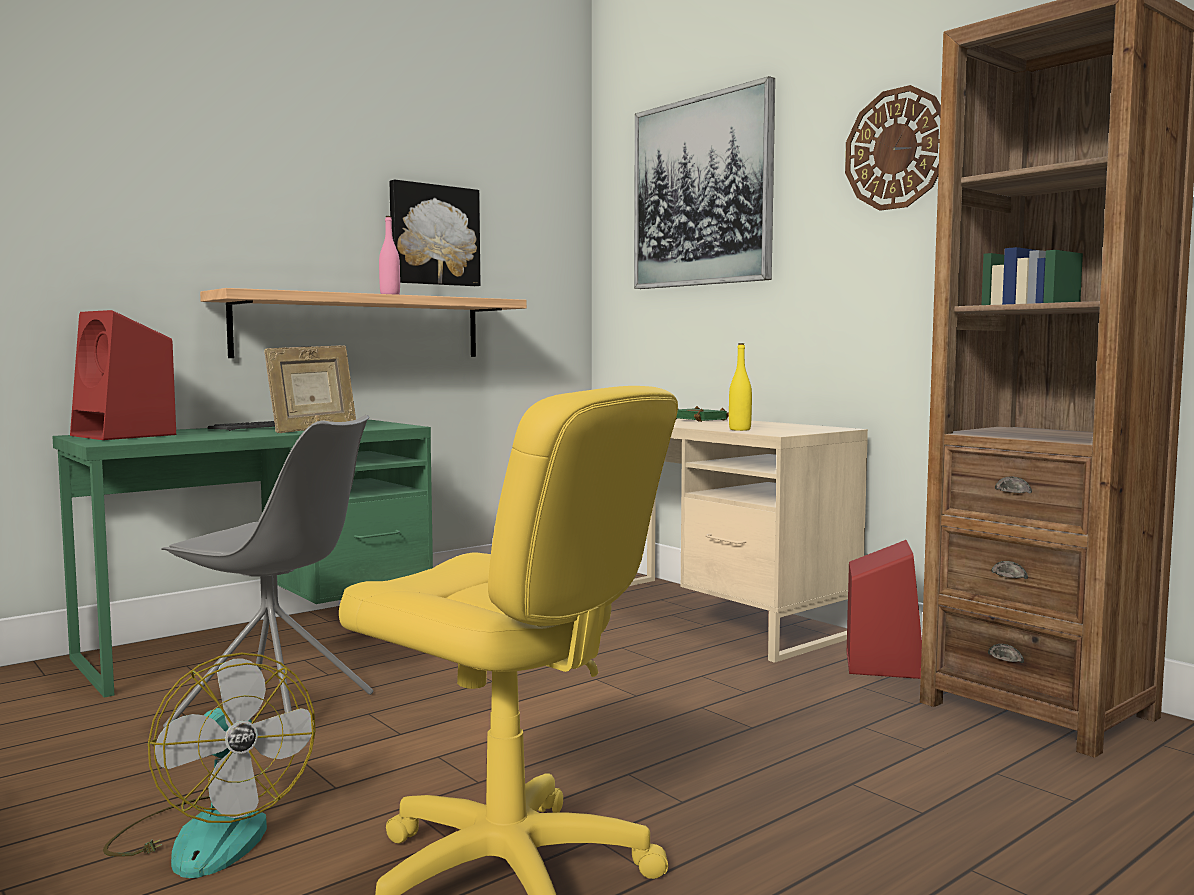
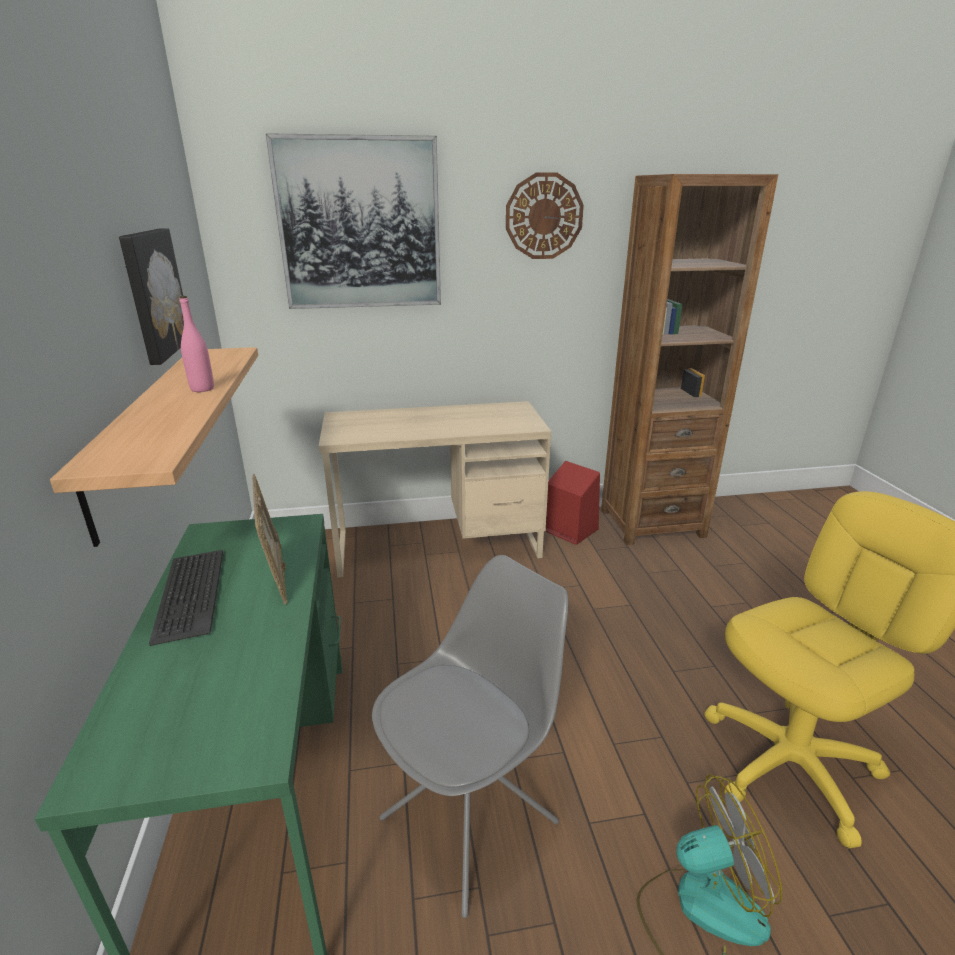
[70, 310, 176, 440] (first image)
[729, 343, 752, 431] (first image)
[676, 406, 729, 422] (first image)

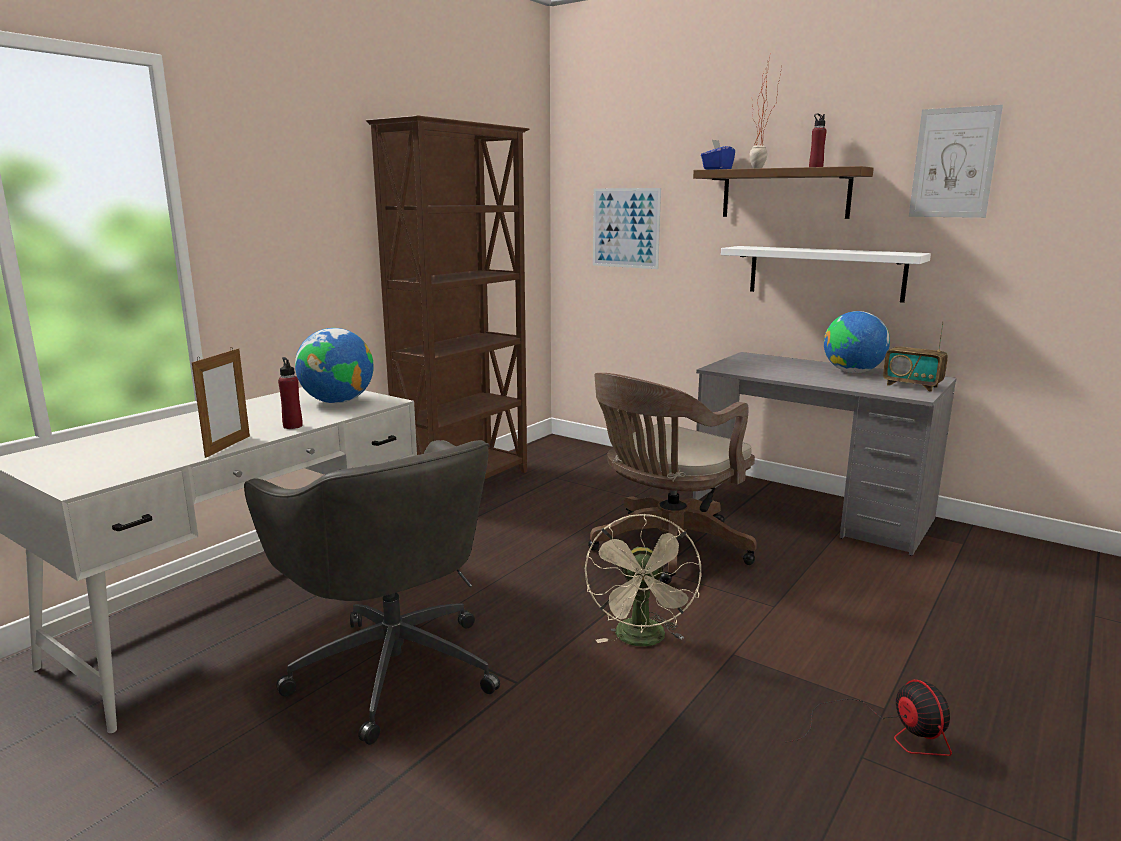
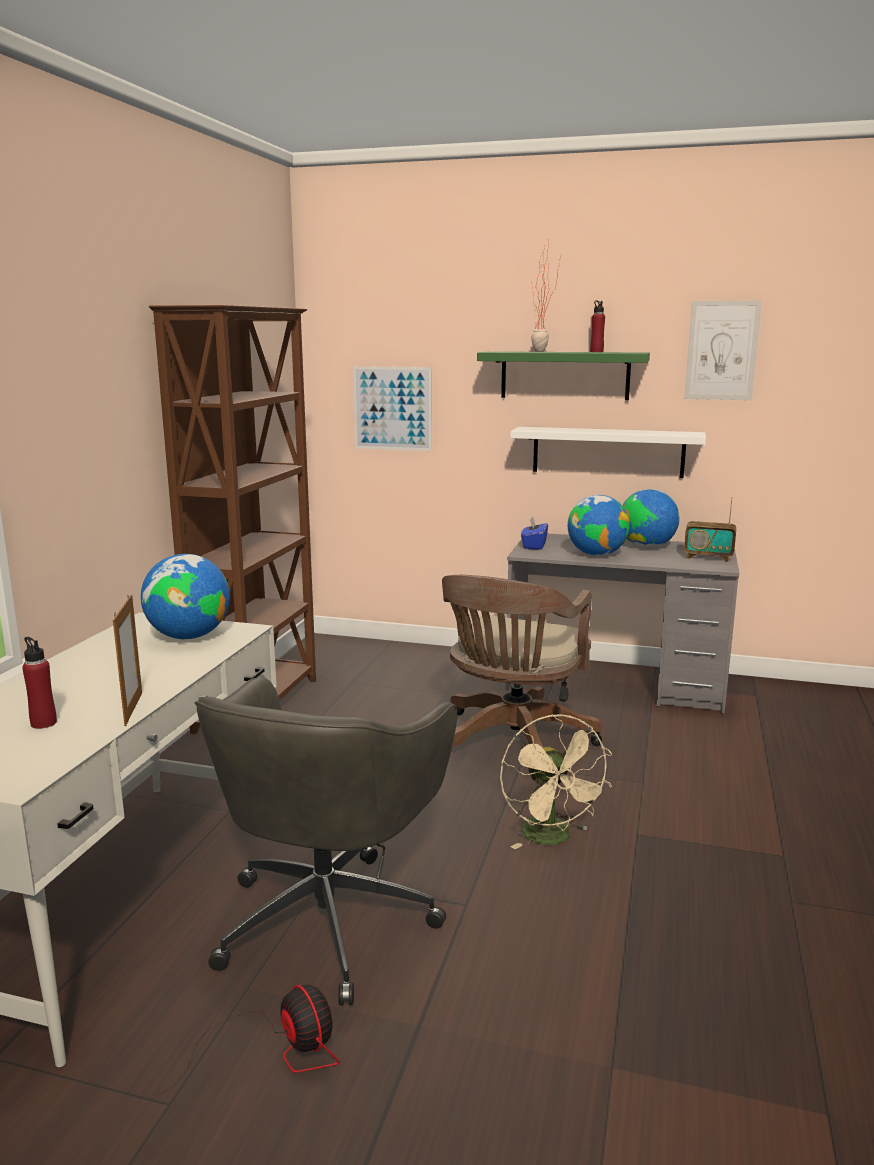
[521, 517, 548, 550]
[477, 351, 650, 400]
[22, 637, 57, 729]
[195, 678, 457, 1005]
[150, 984, 340, 1098]
[568, 495, 629, 556]

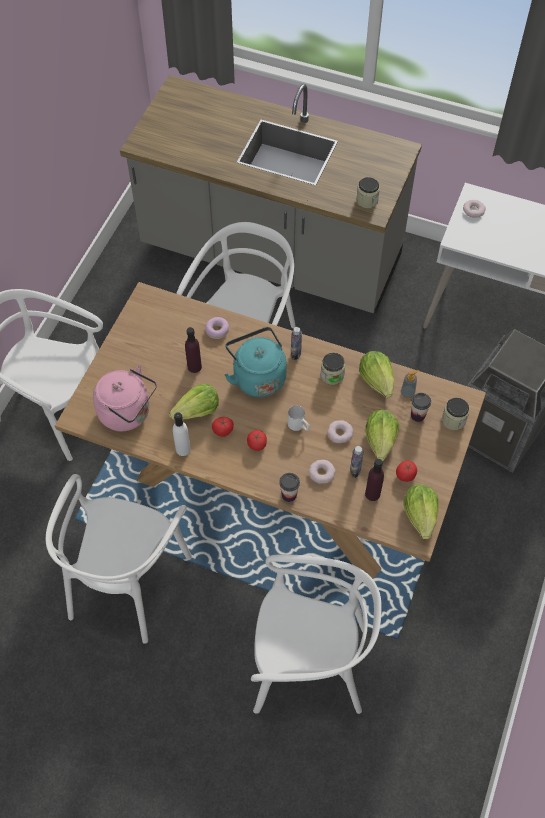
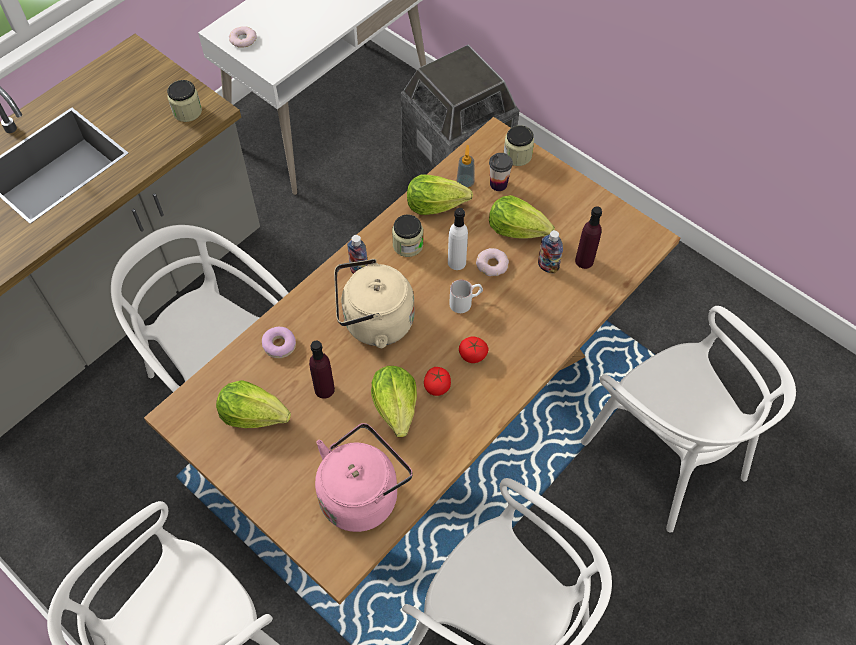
[334, 259, 414, 348]
[448, 208, 468, 270]
[309, 460, 336, 484] (first image)
[396, 461, 417, 482] (first image)
[279, 473, 300, 502] (first image)
[216, 380, 291, 428]
[581, 306, 796, 533]

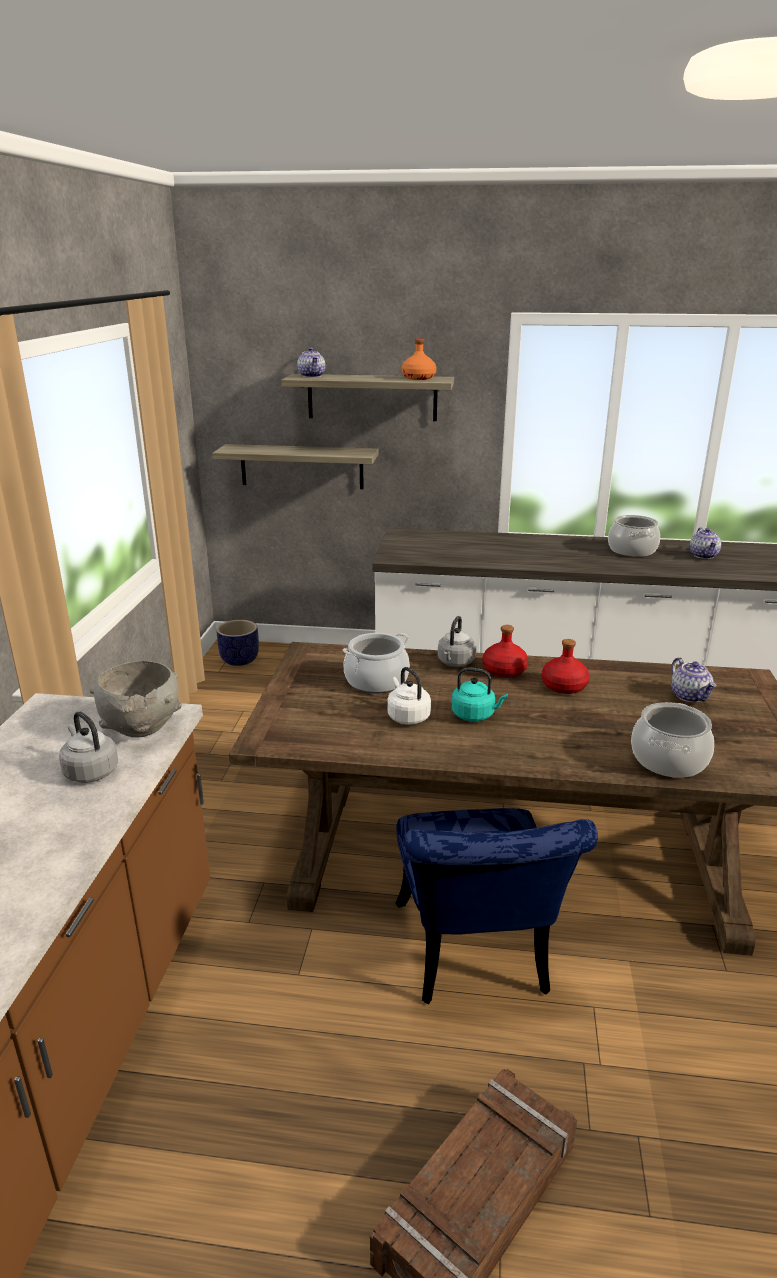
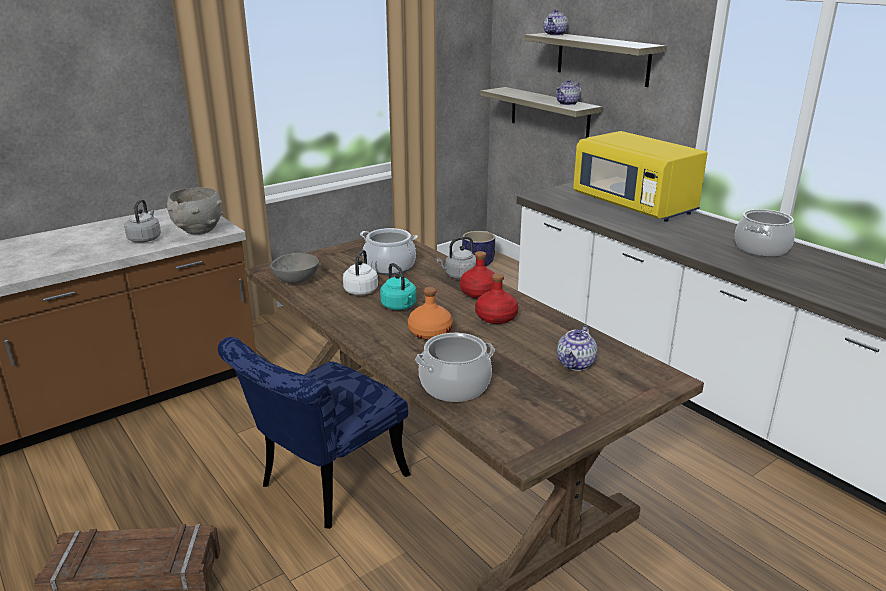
[408, 287, 453, 340]
[556, 79, 581, 105]
[573, 131, 708, 222]
[270, 253, 319, 284]

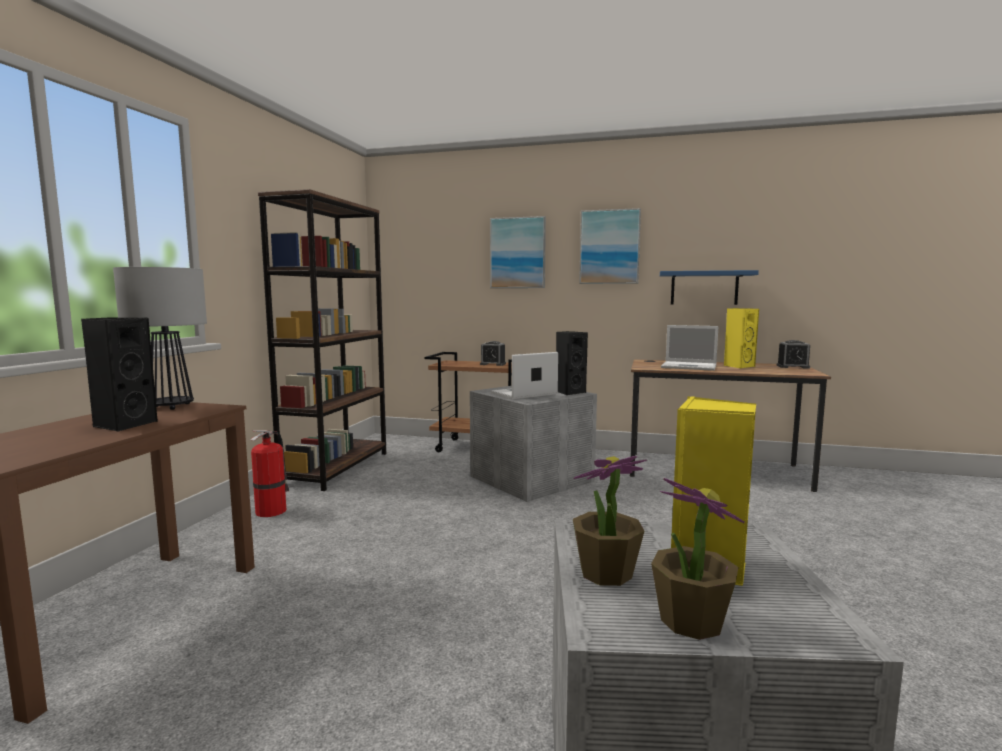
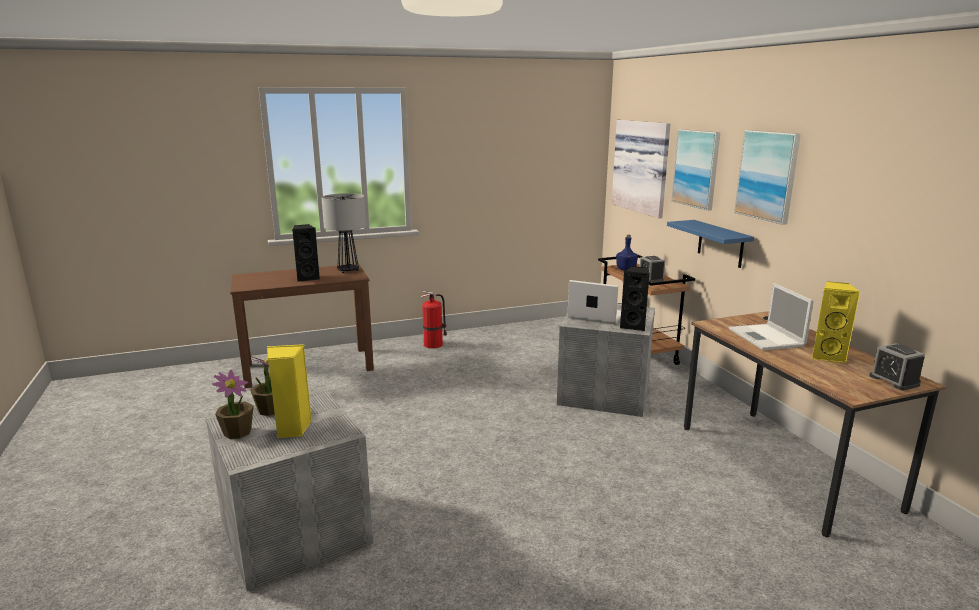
[258, 189, 386, 491] (first image)
[667, 220, 754, 268]
[612, 120, 671, 218]
[616, 235, 638, 271]

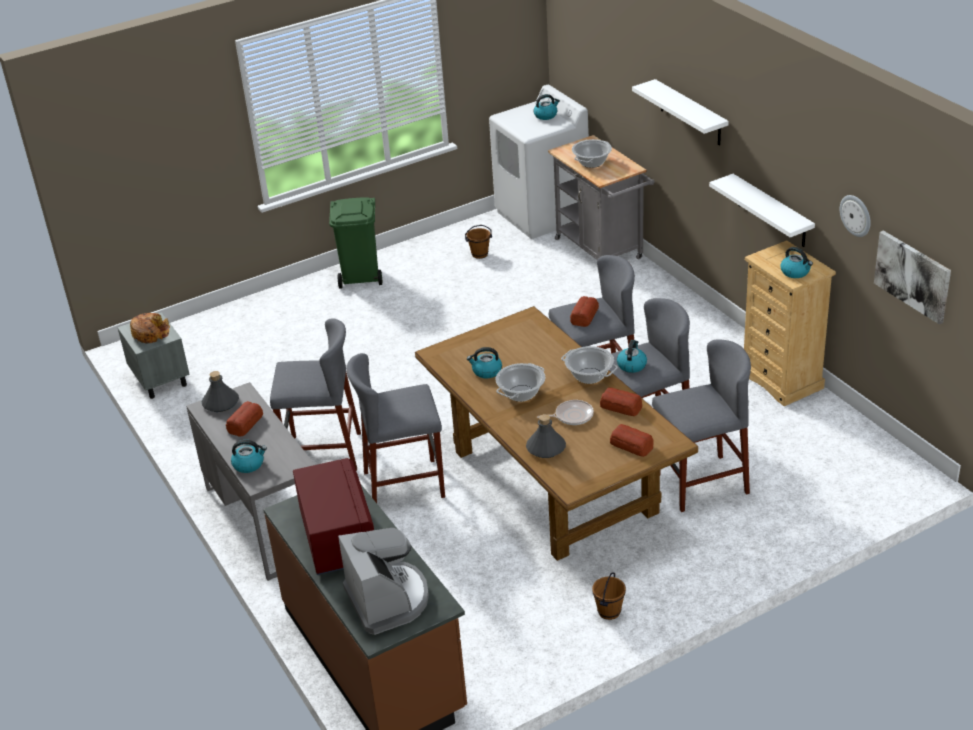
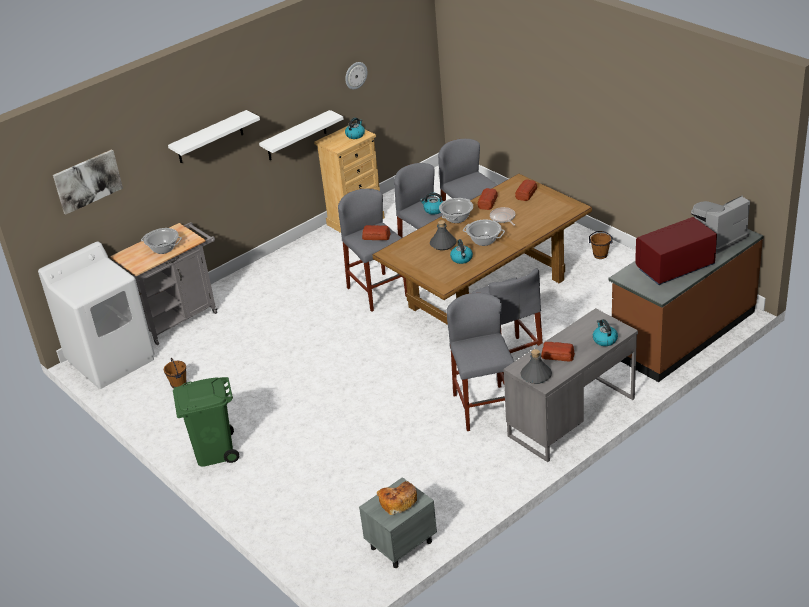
[534, 94, 560, 120] (first image)
[53, 149, 123, 215]
[430, 220, 457, 250]

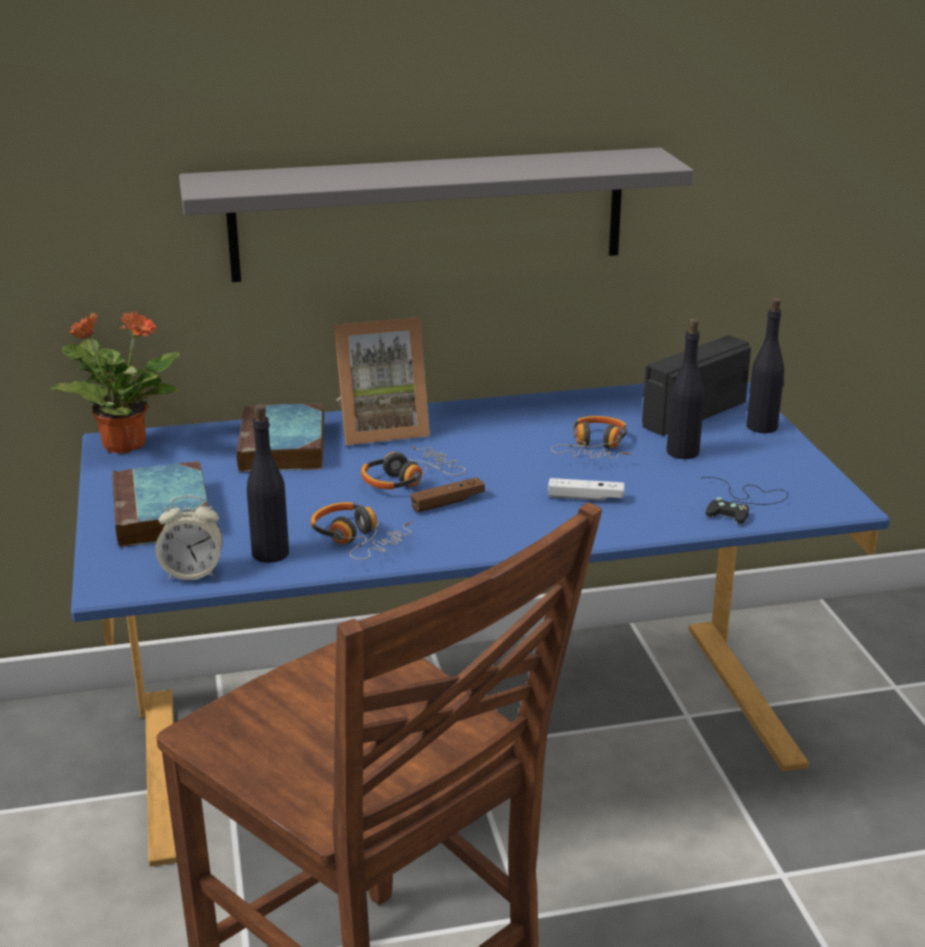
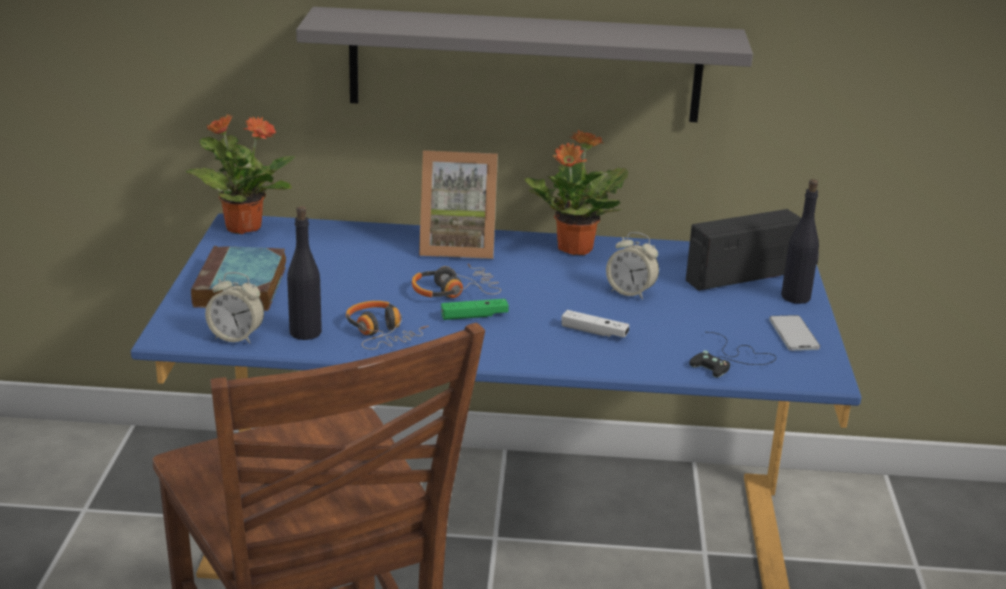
[666, 319, 704, 459] (first image)
[236, 403, 324, 472] (first image)
[606, 232, 659, 300]
[441, 299, 509, 320]
[524, 129, 628, 255]
[769, 315, 820, 351]

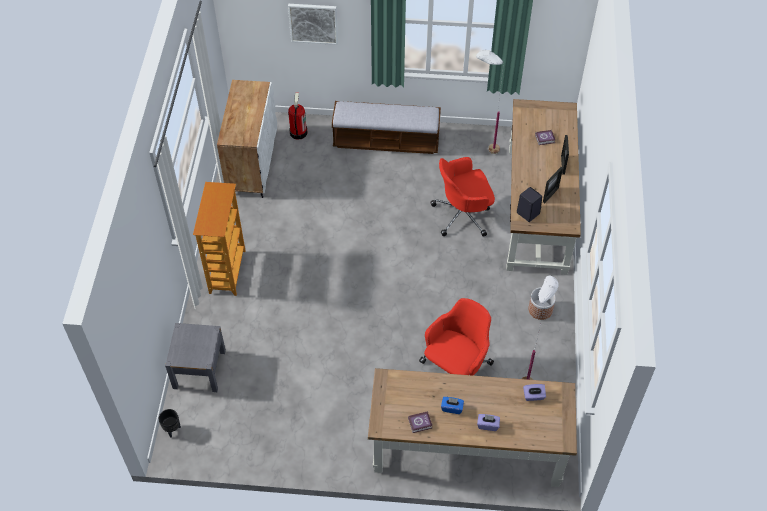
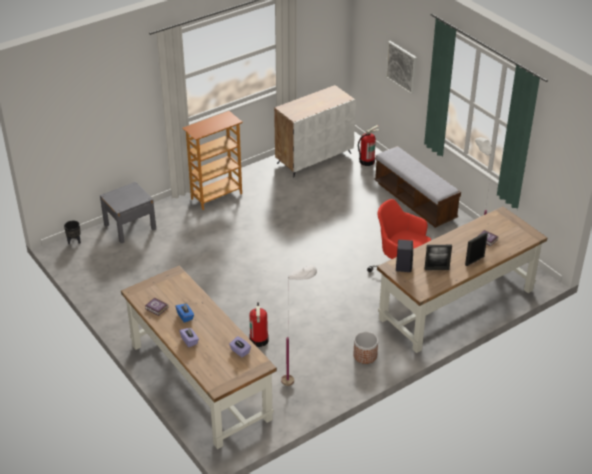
[249, 302, 269, 347]

